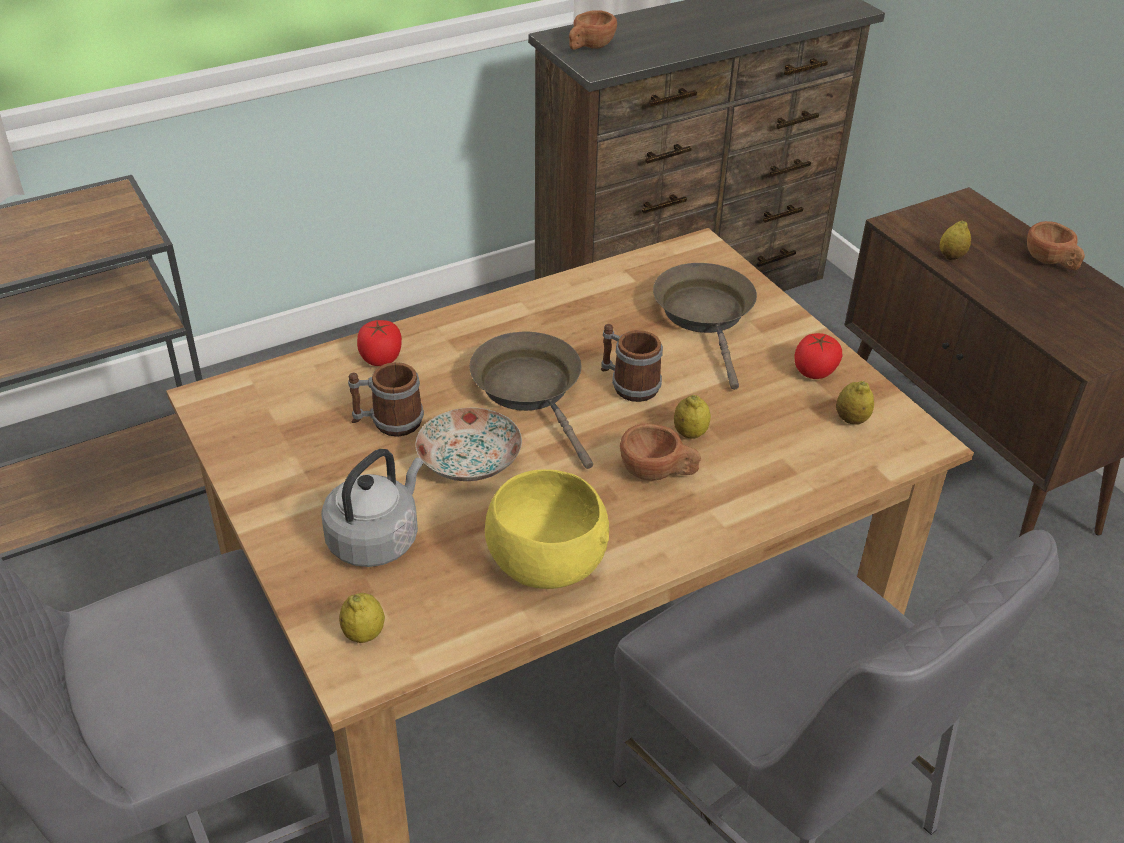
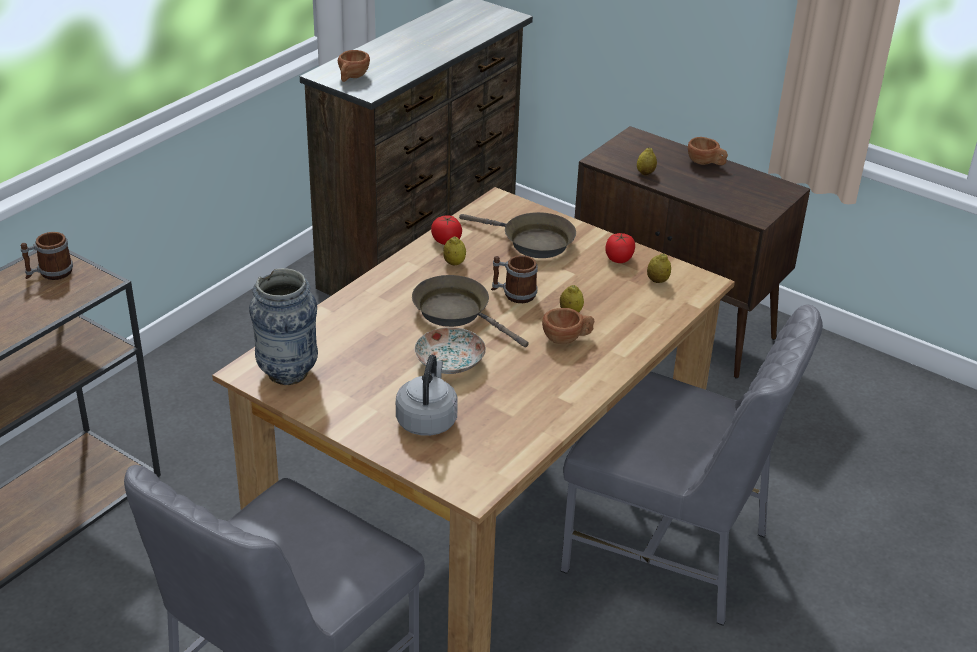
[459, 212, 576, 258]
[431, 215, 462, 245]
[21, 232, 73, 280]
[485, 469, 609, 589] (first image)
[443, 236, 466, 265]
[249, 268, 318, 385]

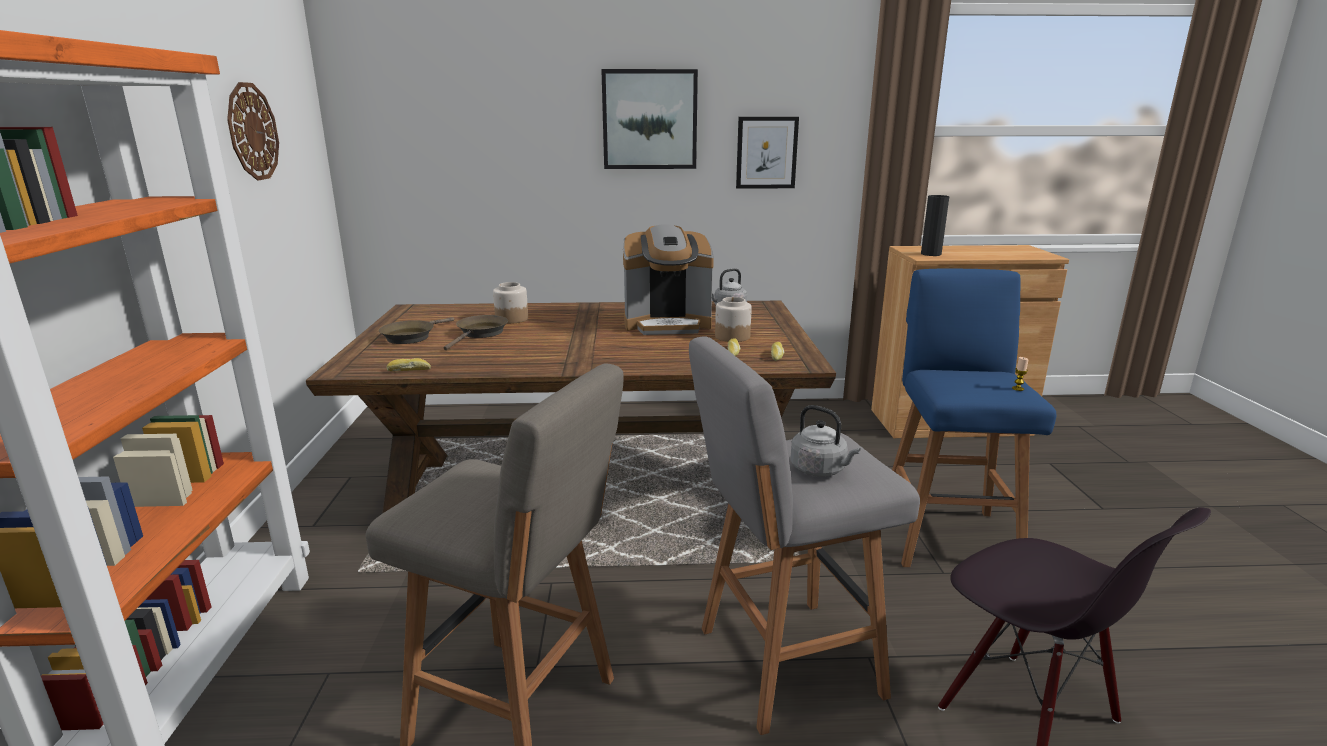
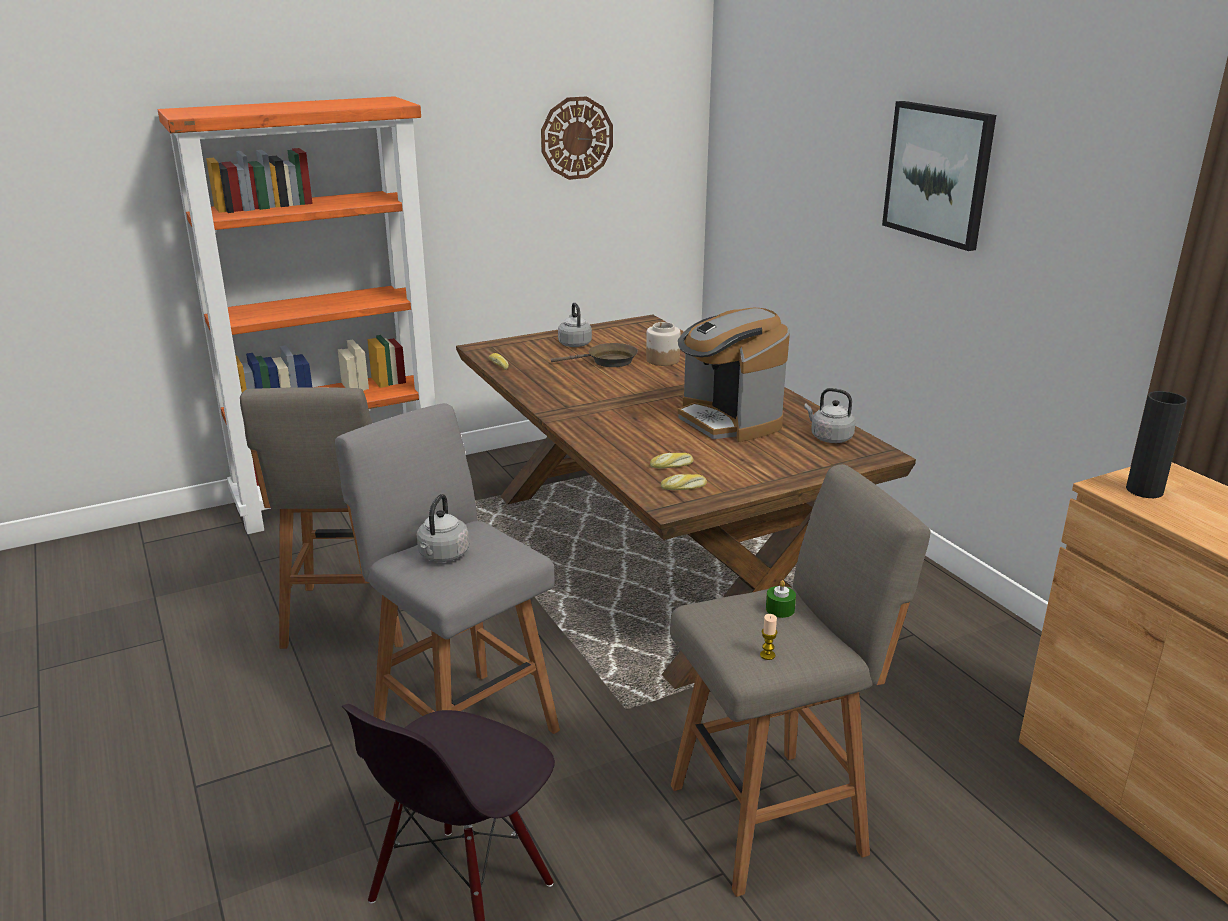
[736, 117, 799, 189] (first image)
[670, 464, 931, 897]
[715, 297, 752, 342] (first image)
[558, 303, 592, 347]
[766, 580, 796, 618]

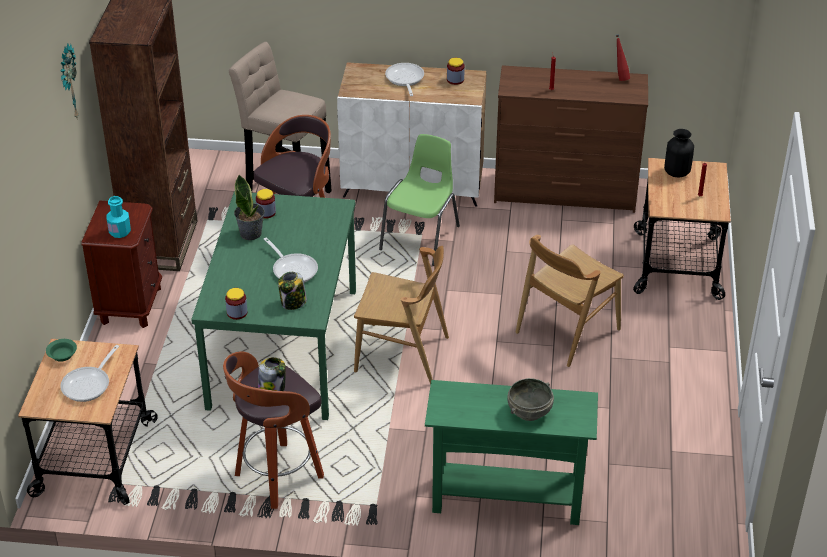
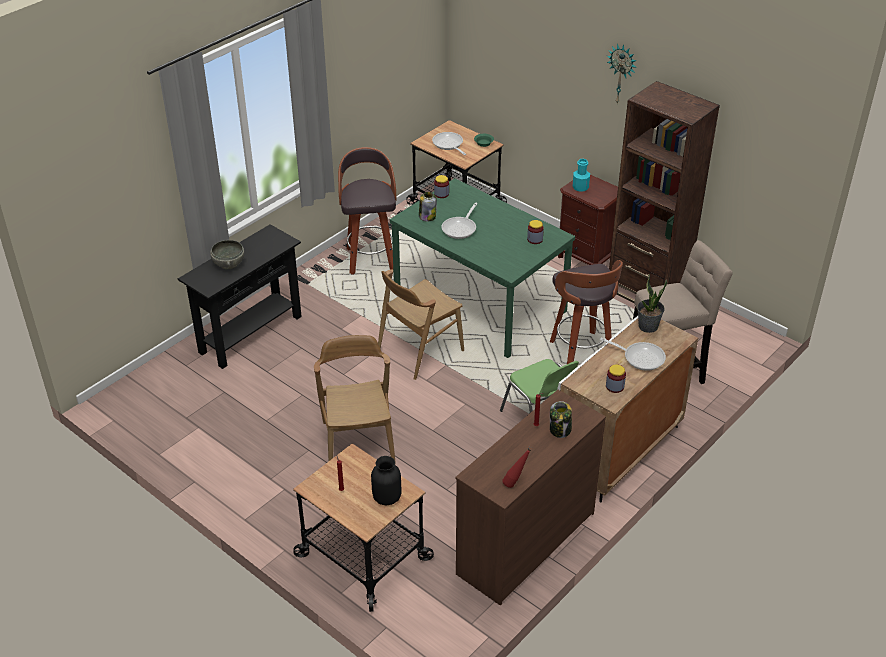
[637, 274, 668, 333]
[441, 203, 478, 239]
[550, 401, 572, 438]
[178, 224, 302, 369]

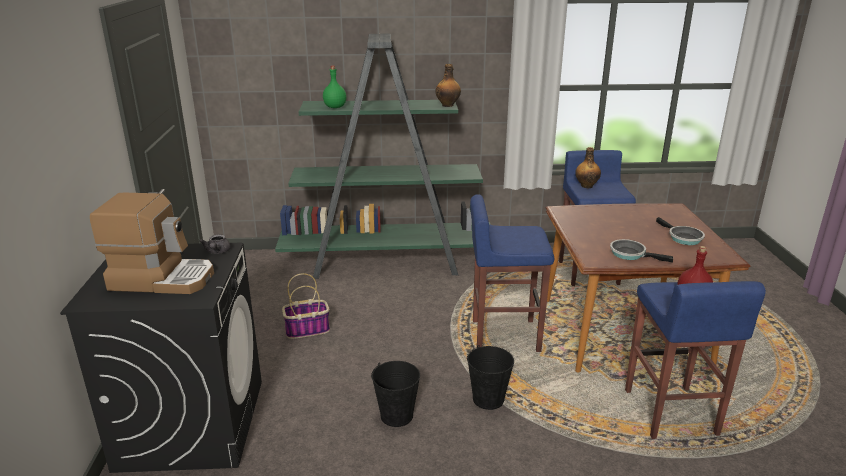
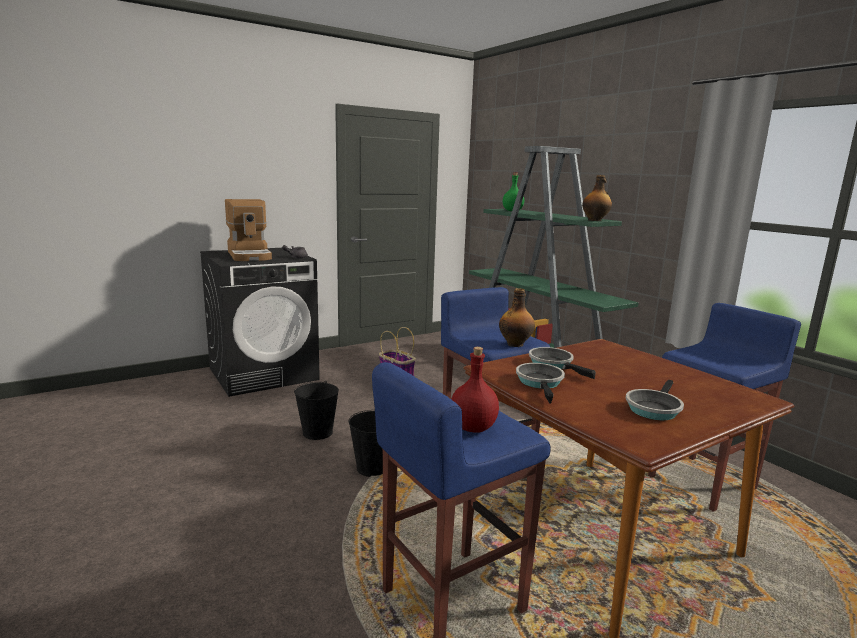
[499, 288, 535, 347]
[529, 347, 596, 379]

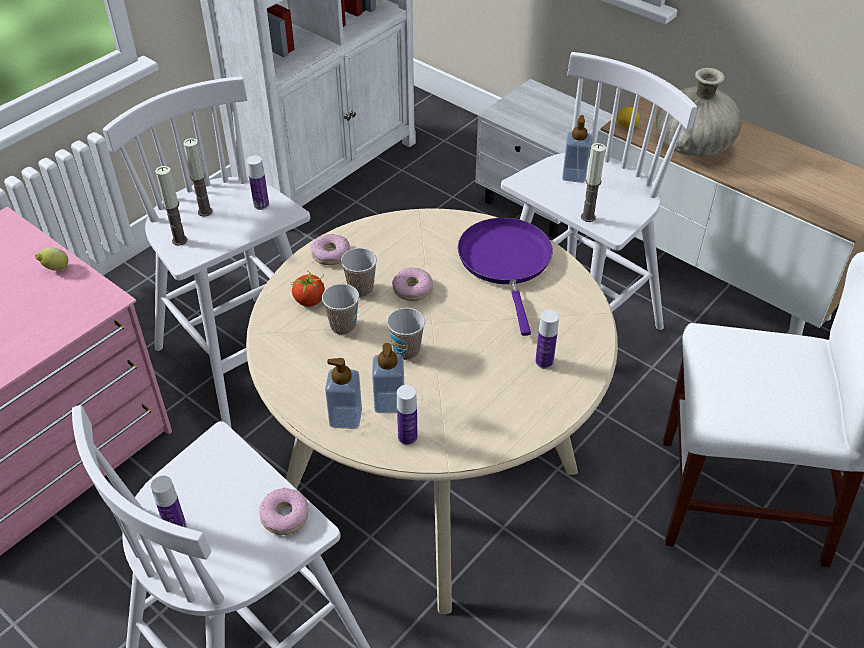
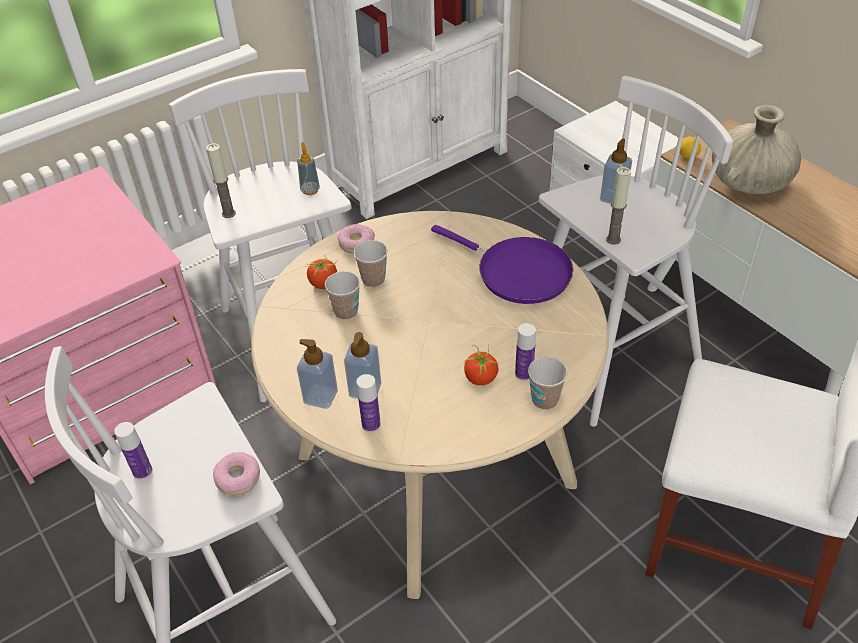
[183, 138, 213, 217] (first image)
[297, 142, 320, 195]
[431, 225, 573, 304]
[35, 248, 68, 271] (first image)
[392, 268, 433, 301] (first image)
[528, 357, 567, 410]
[463, 345, 498, 385]

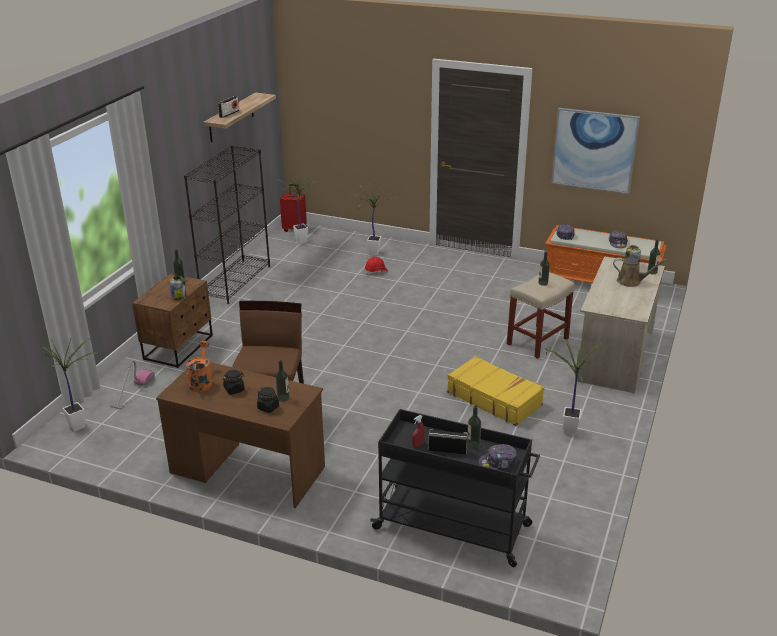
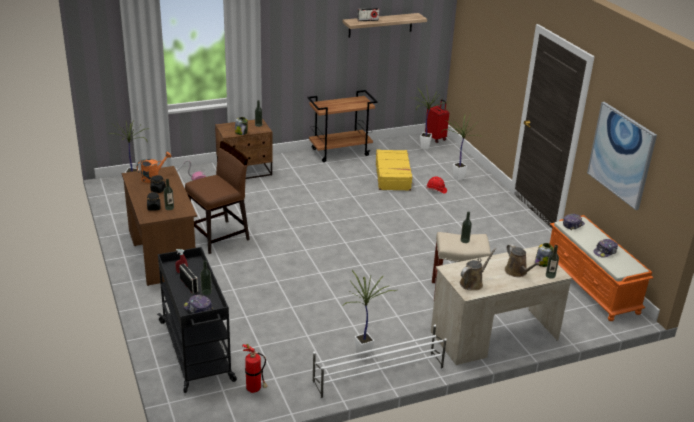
[307, 90, 377, 162]
[376, 149, 414, 191]
[460, 248, 497, 291]
[312, 325, 447, 400]
[242, 344, 268, 393]

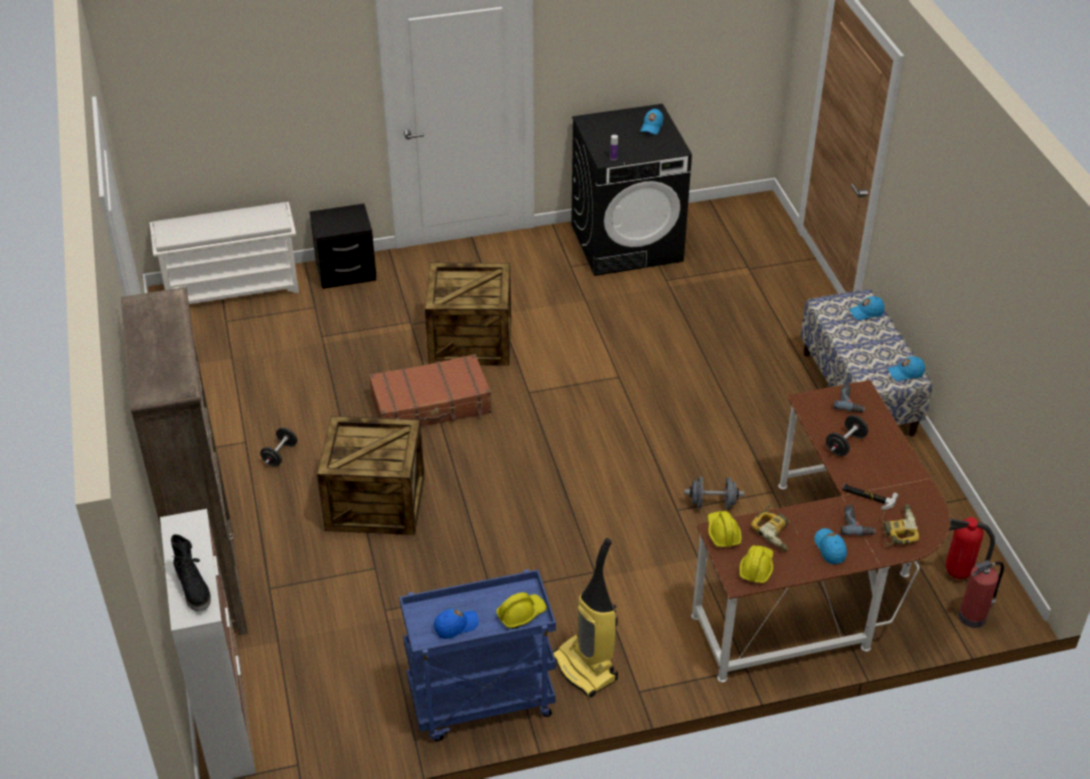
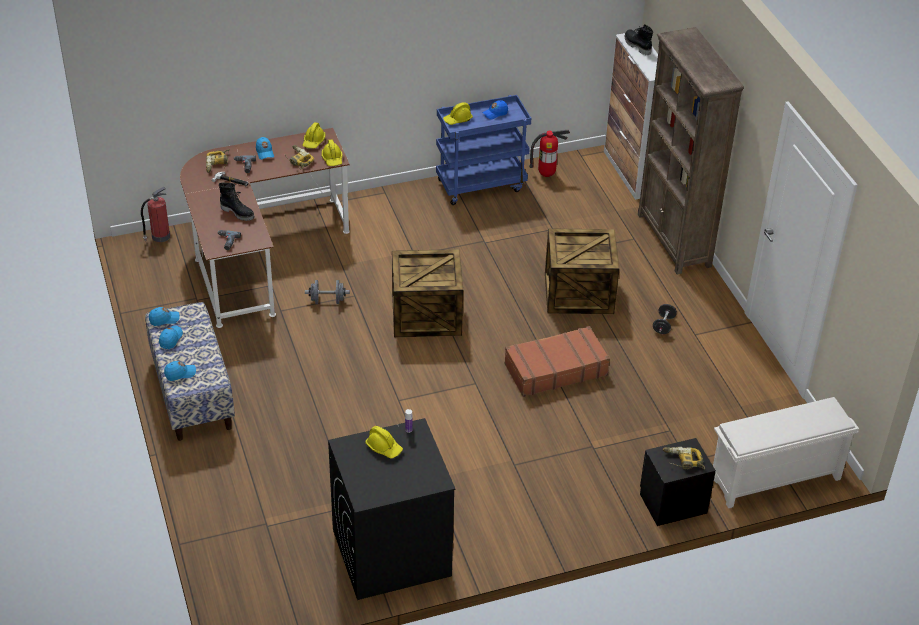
[159, 326, 183, 349]
[392, 249, 463, 337]
[219, 183, 255, 221]
[529, 130, 570, 177]
[553, 538, 618, 697] (first image)
[365, 426, 403, 458]
[663, 447, 705, 469]

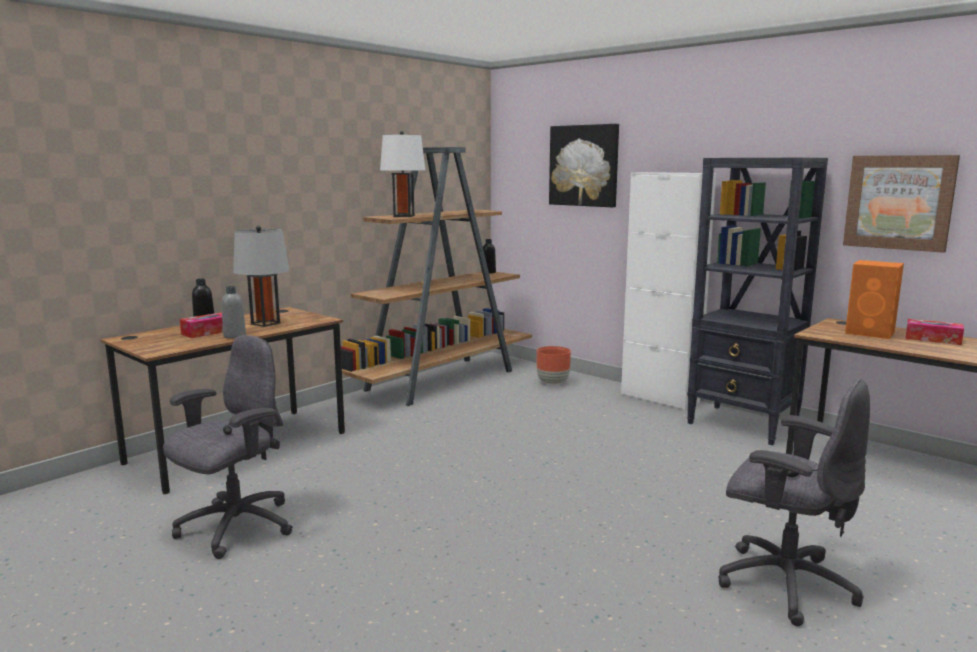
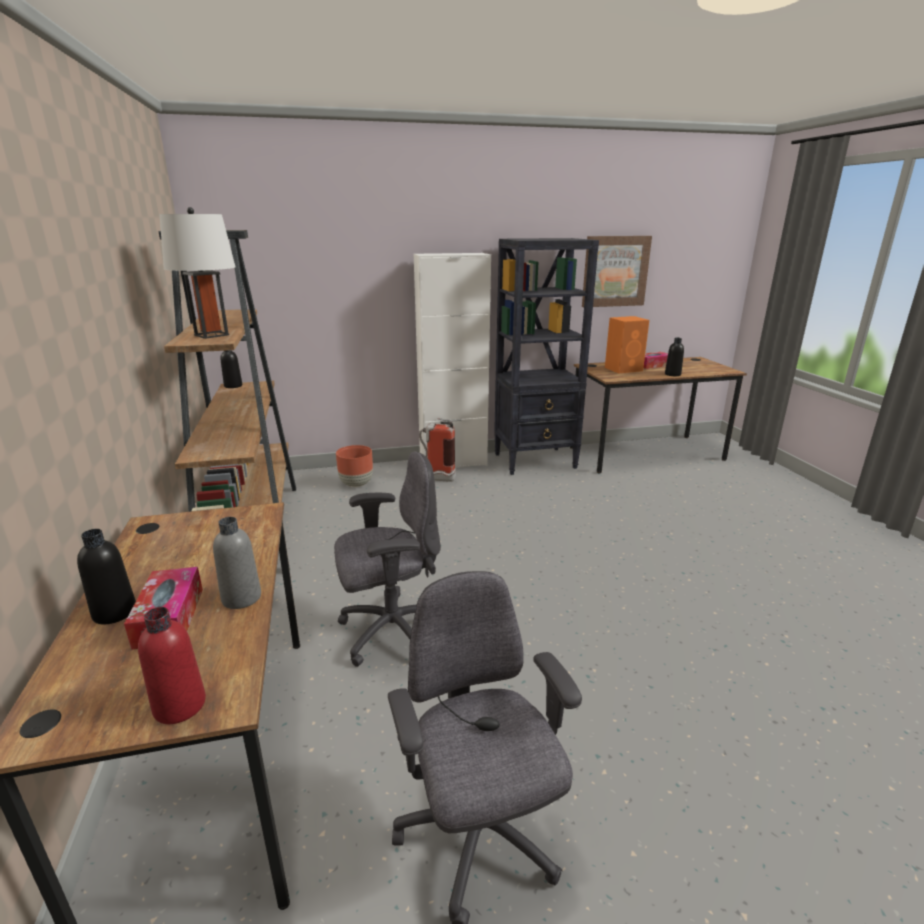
[549, 124, 619, 207] (first image)
[233, 226, 290, 327] (first image)
[334, 452, 441, 667]
[665, 338, 684, 376]
[419, 418, 456, 482]
[138, 607, 206, 724]

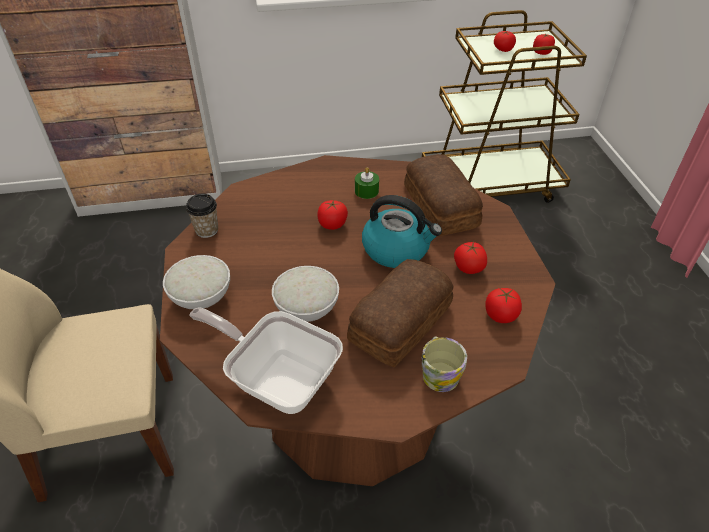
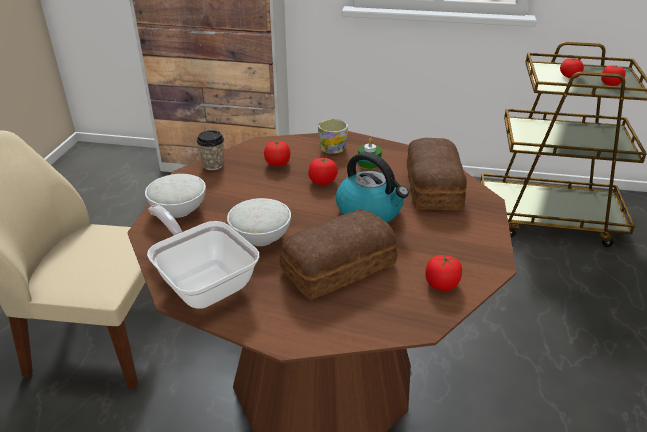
[264, 141, 290, 166]
[318, 119, 348, 154]

